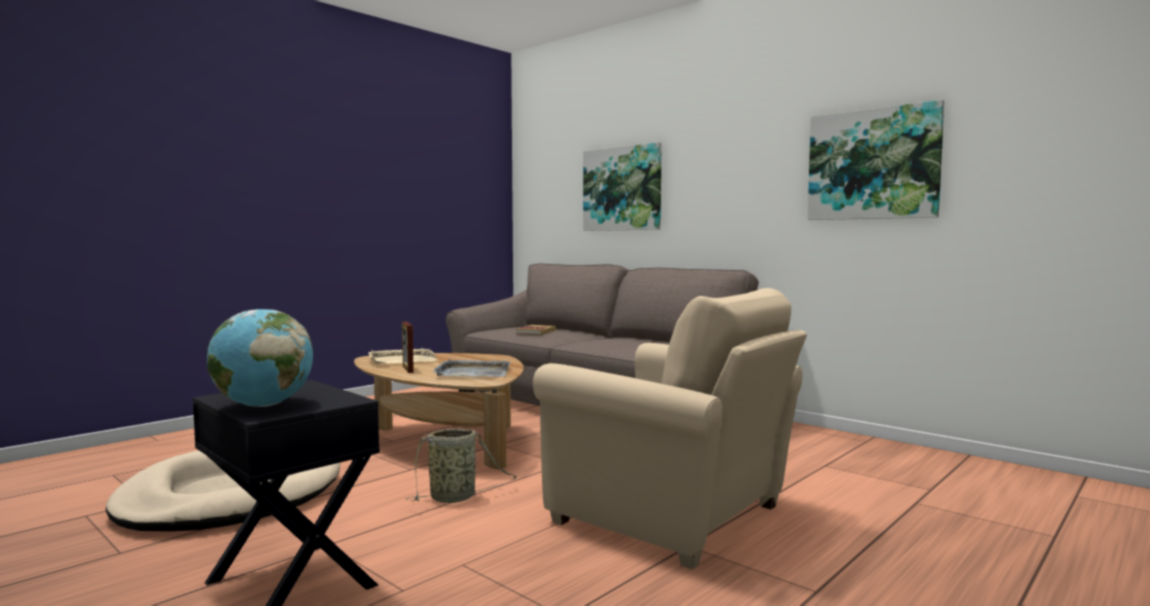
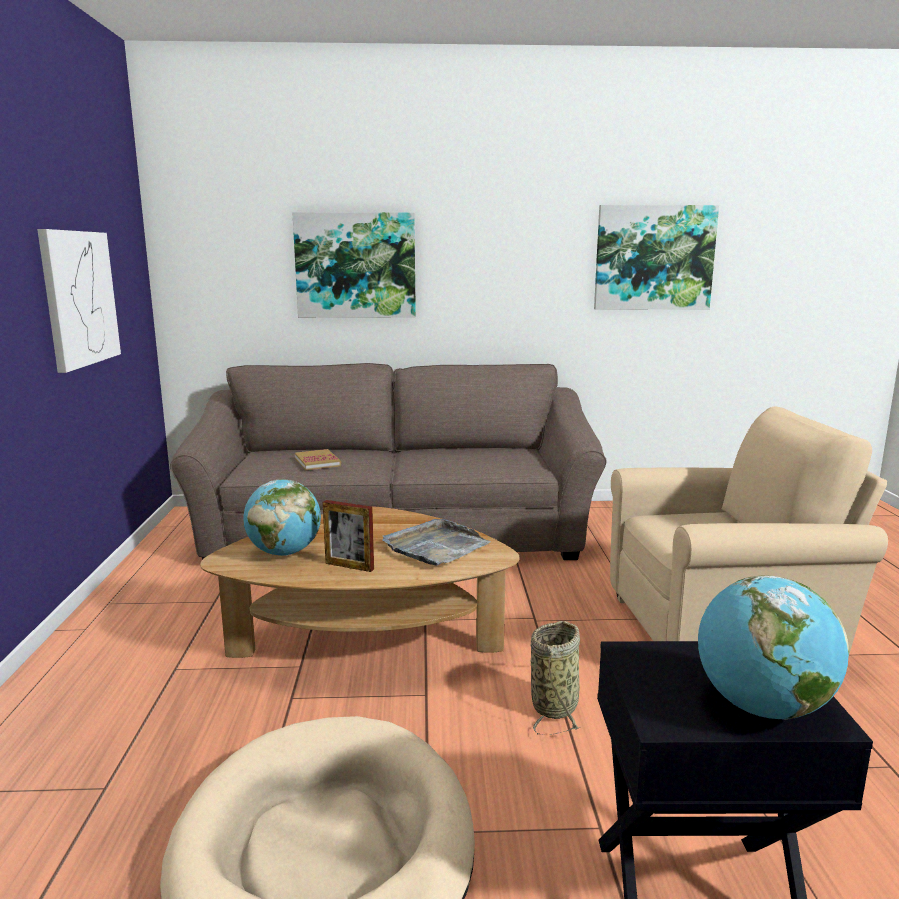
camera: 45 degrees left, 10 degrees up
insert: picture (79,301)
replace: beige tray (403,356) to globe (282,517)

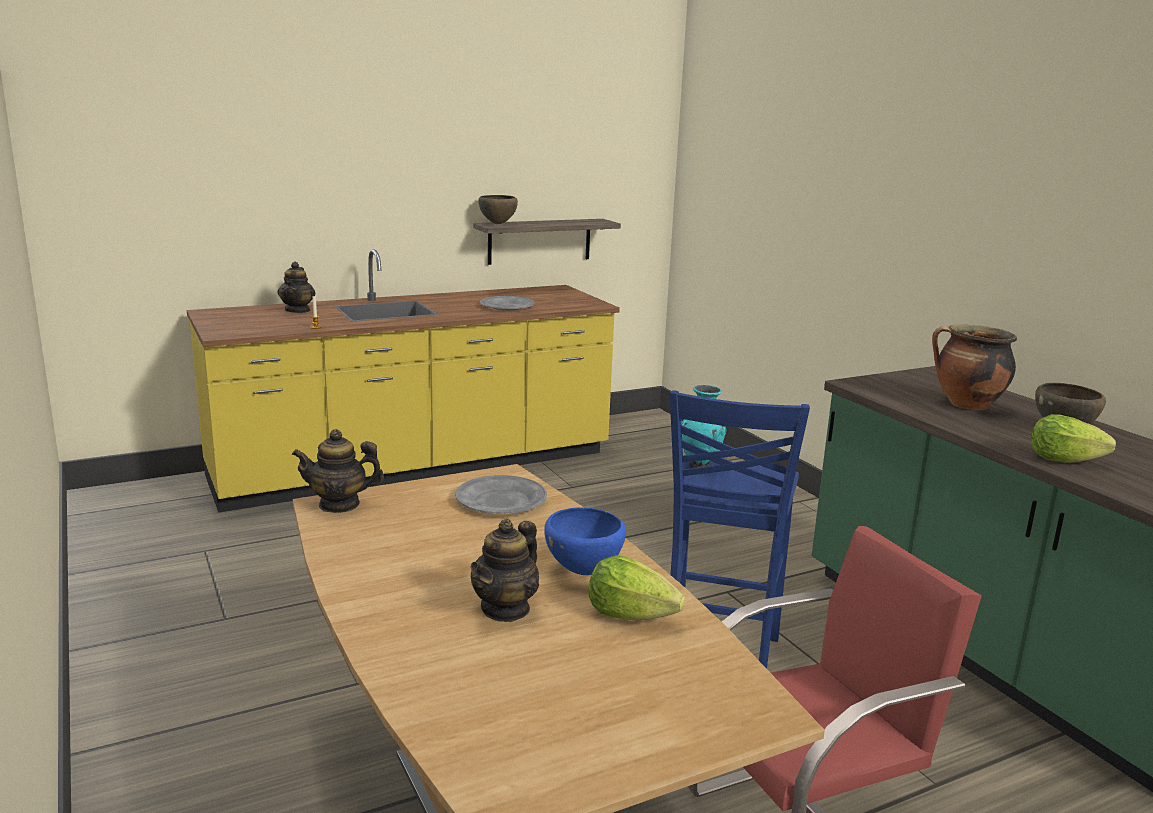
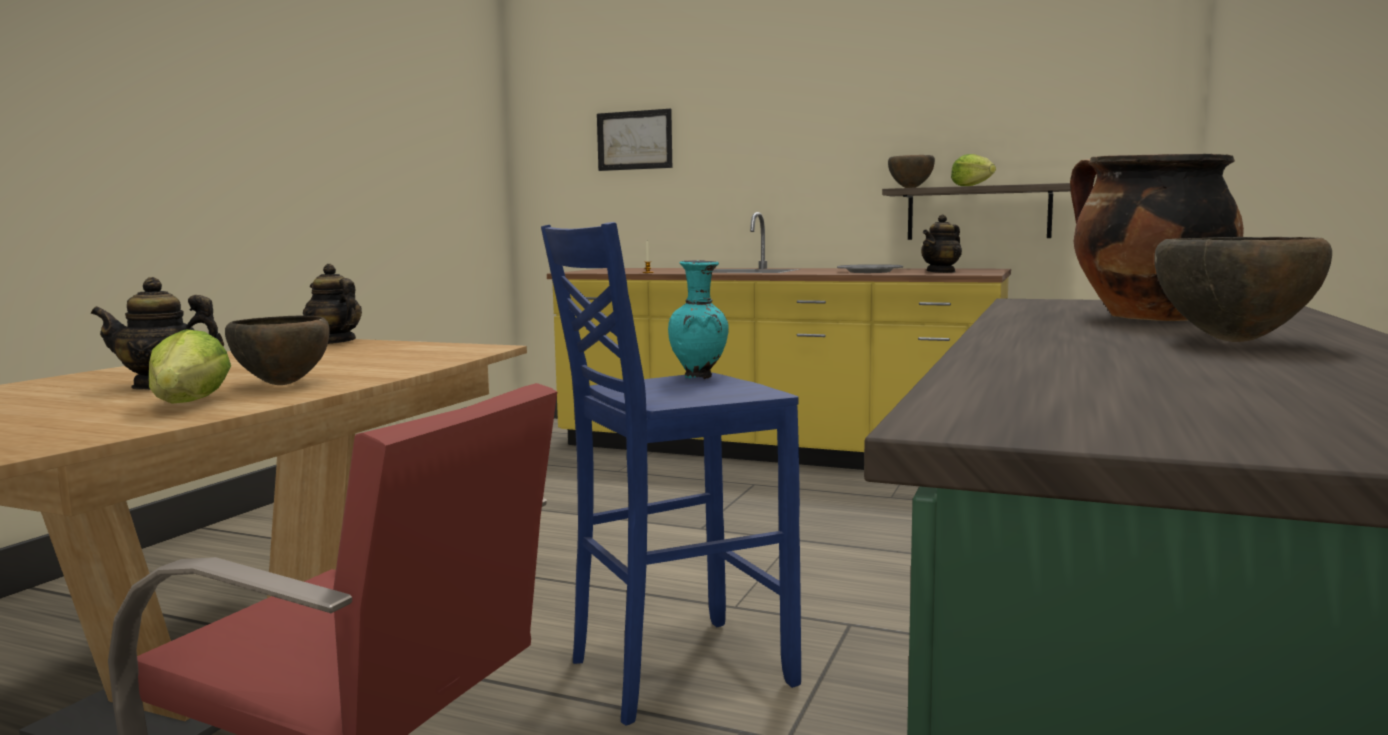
camera: 50 degrees right, 10 degrees down
delete: grey plate (501,494)
insert: picture (634,140)
move: teapot (296,287) to (941,243); lettuce (1074,438) to (973,170)
recolor: blue bowl (585,541) to brown bowl (277,350)

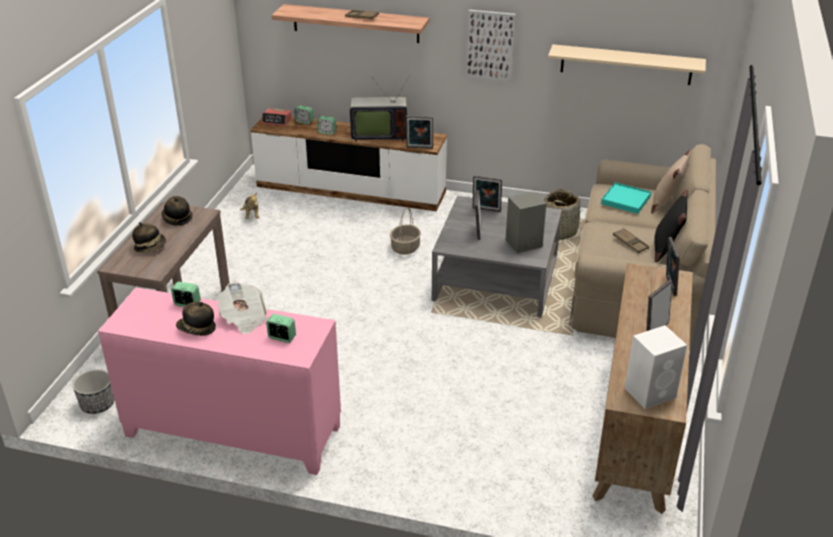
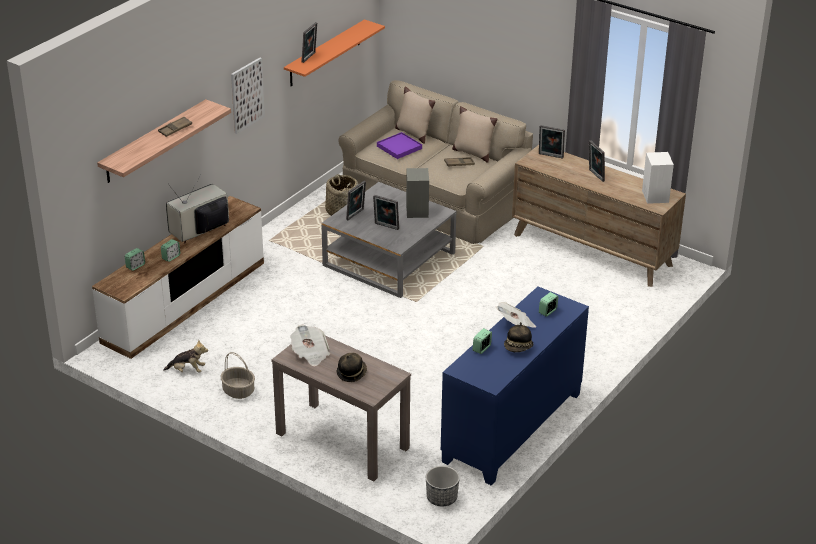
camera: 70 degrees left, 0 degrees up
delete: alarm clock (276,117)
move: basket (405,231) to (237,375); picture frame (419,132) to (309,42)
replace: hat (177,211) to newspaper (310,345)
recolor: beige shelf (627,64) to orange shelf (334,52); turquoise tray (626,198) to purple tray (399,145); pink cabinet (219,381) to blue cabinet (515,386); black pillow (671,225) to beige pillow (475,134)
rotate: television (380,108) = (197,209) 150 degrees counterclockwise

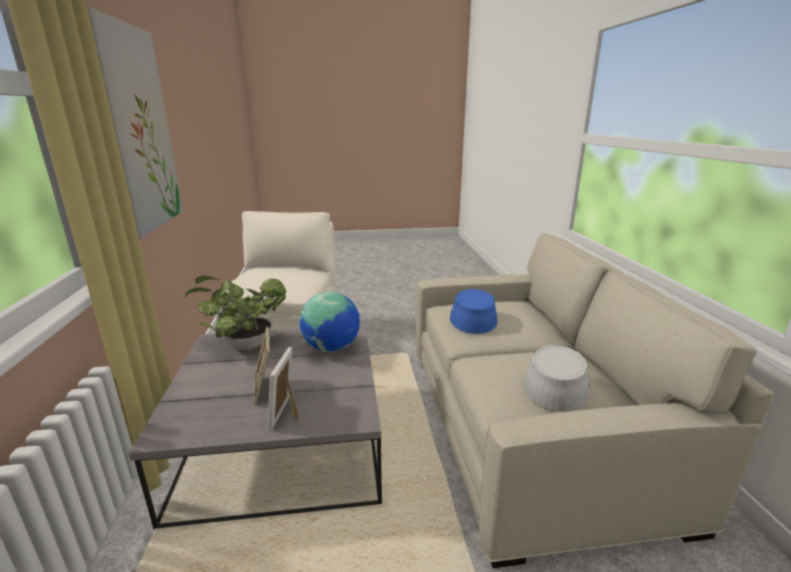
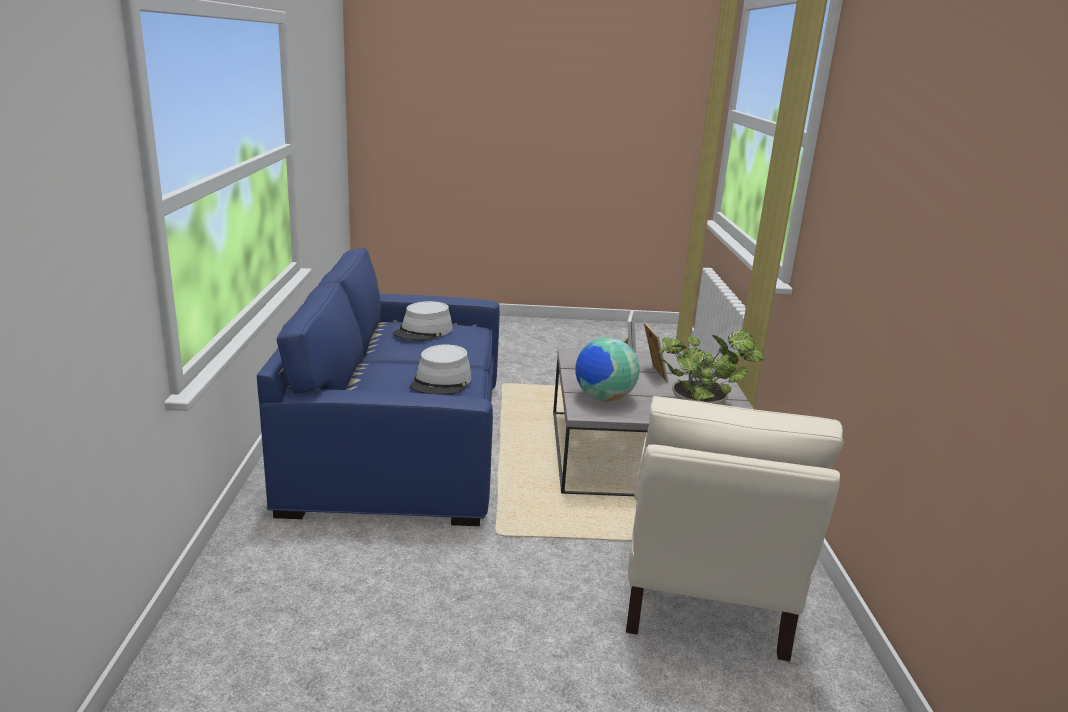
camera: 175 degrees left, 0 degrees up
delete: picture (135,123)
recolor: beige sofa (595,400) to blue sofa (378,387); blue hat (474,311) to grey hat (441,369)

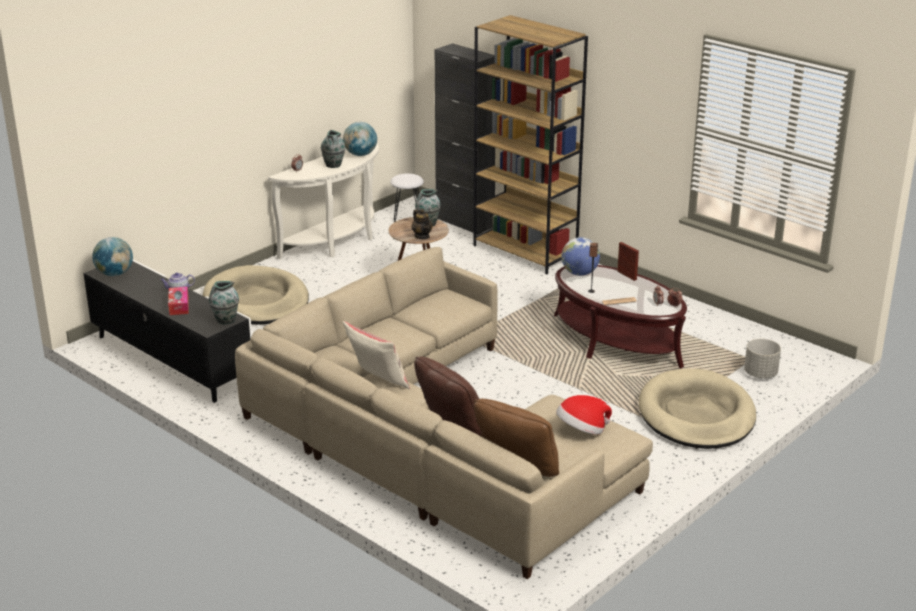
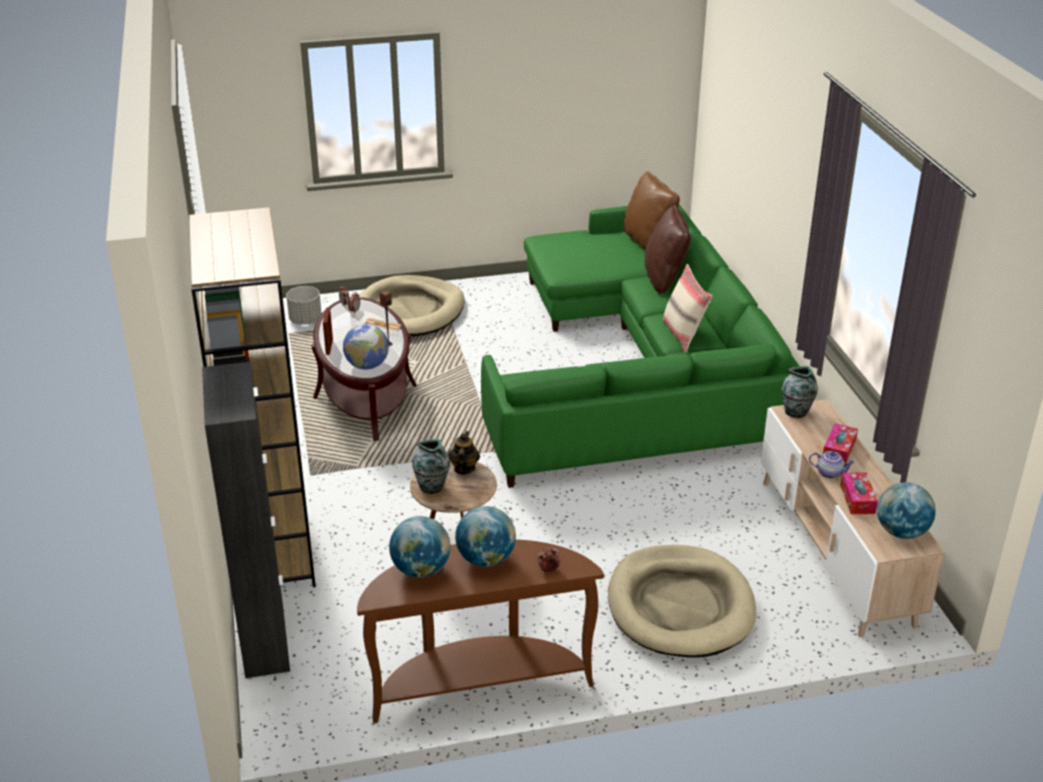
camera: 145 degrees left, 5 degrees up
delete: white stool (407,197); hat (584,414)
insert: tissue box (859,493)
replace: vase (333,149) to globe (485,536)
recolor: white console table (323,201) to brown console table (480,631); beige sofa (444,413) to green sofa (640,346); black tv stand (168,331) to beige tv stand (853,518)

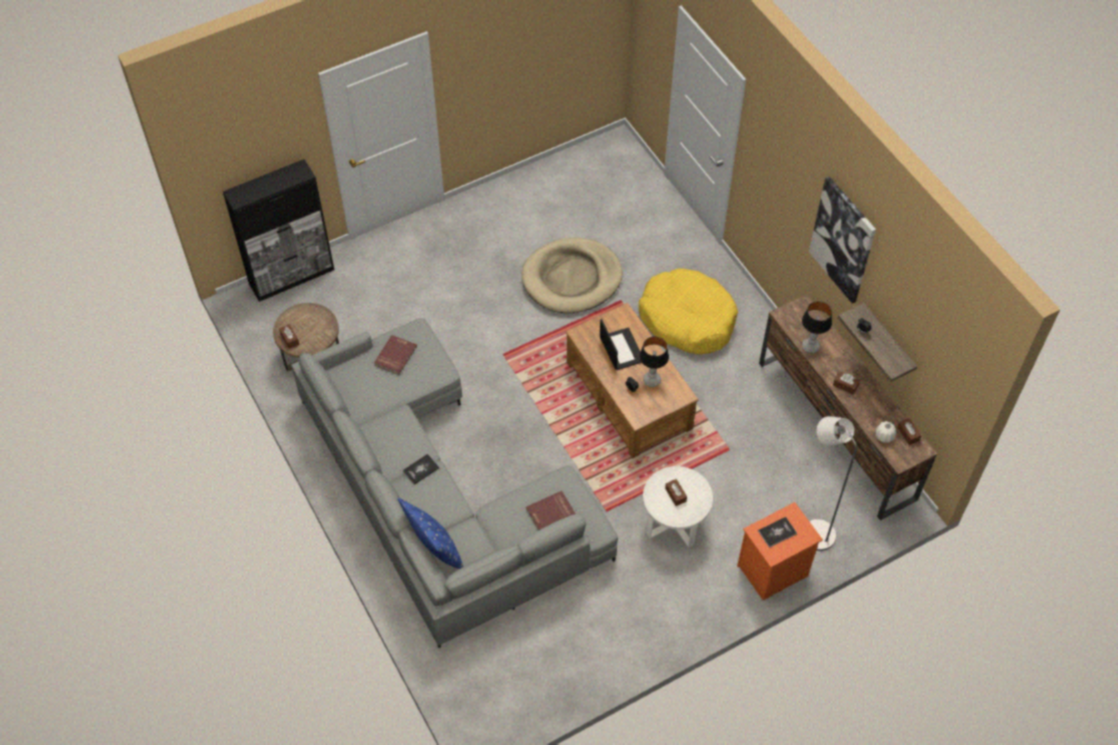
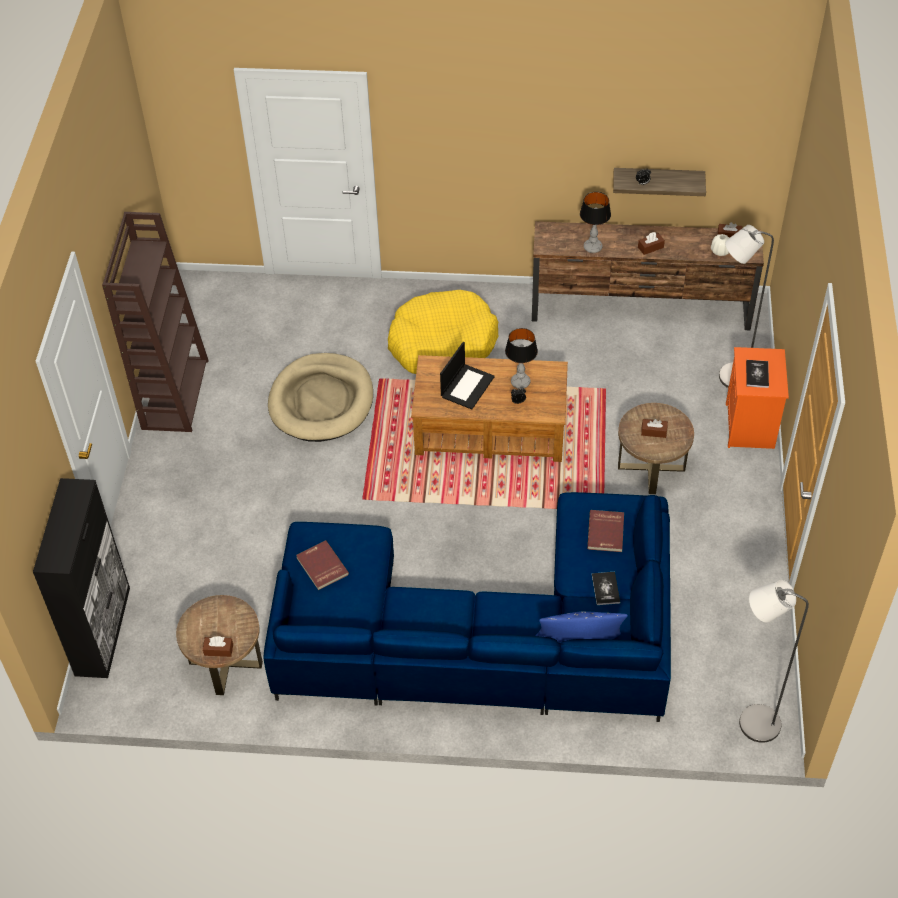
camera: 55 degrees left, 5 degrees down
delete: picture (842,240)
insert: brown bookcase (155,322); grey floor lamp (774,661)
move: book (420,469) to (606,588)
recolor: grey sofa (454,483) to blue sofa (467,607); white side table (678,507) to brown side table (656,448)
rotate: laptop (621,344) = (467,375) 105 degrees clockwise

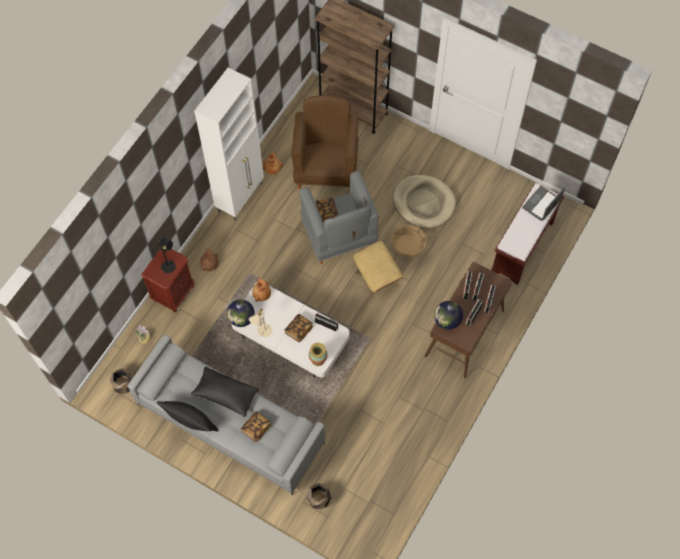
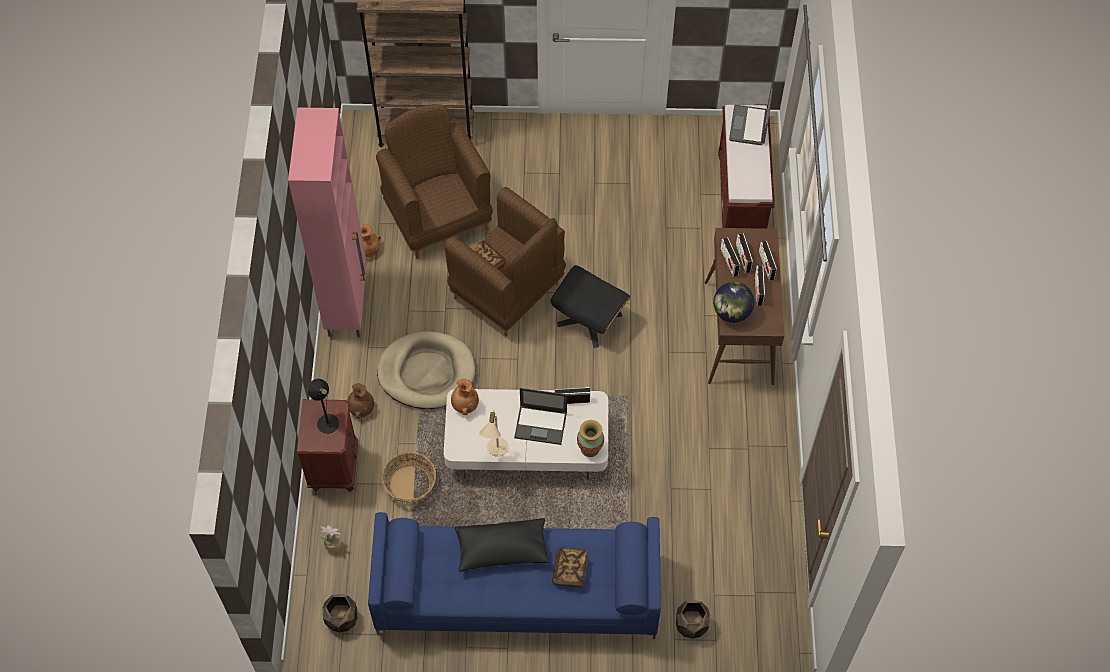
camera: 30 degrees left, 5 degrees down
delete: black pillow (187,416); globe (241,313)
move: beige dog bed (424,201) to (426,370); basket (409,241) to (409,477)
replace: book (298,328) to laptop (540,416)
recolor: white cabinet (229,144) to pink cabinet (327,222); grey sofa (226,415) to blue sofa (514,575); grey armchair (339,217) to brown armchair (505,261); beige ottoman (378,270) to black ottoman (590,306)

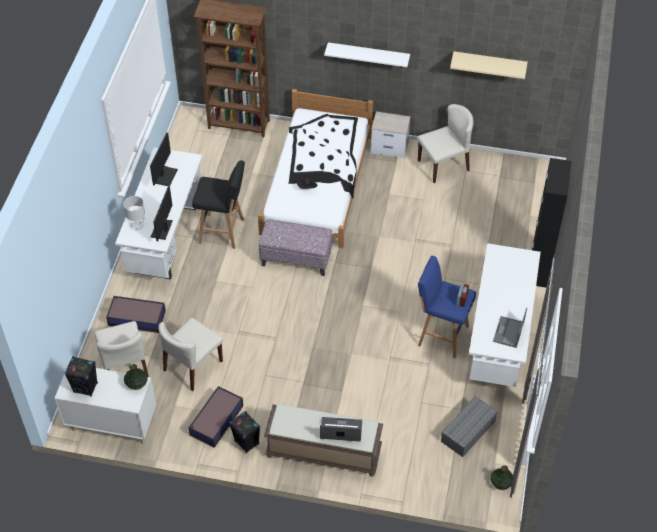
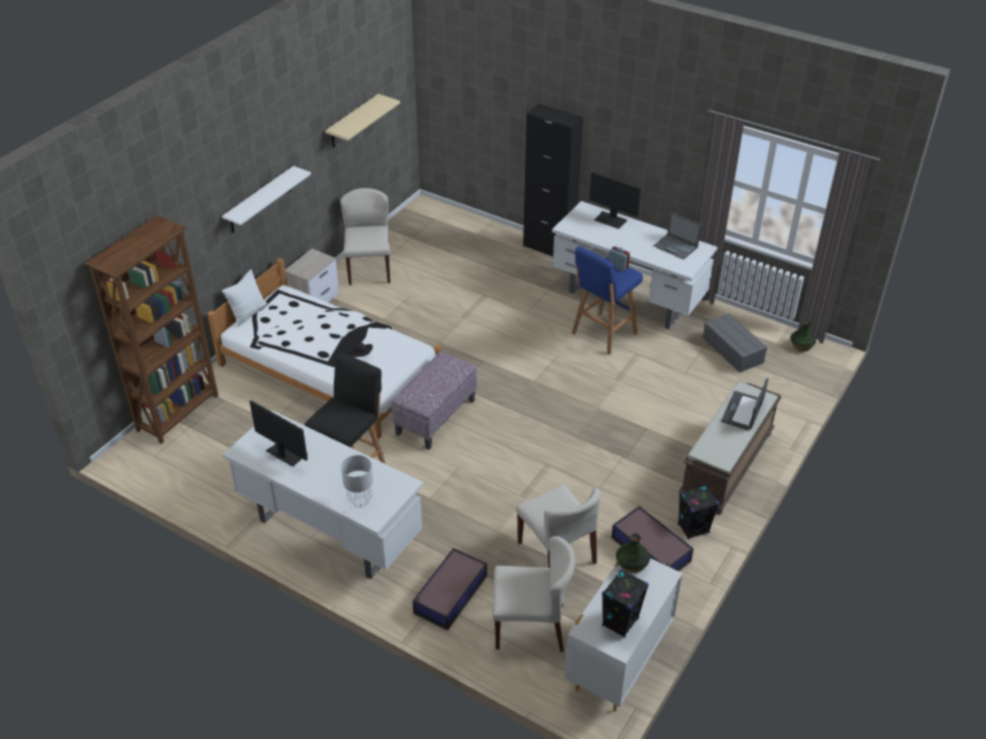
camera: 70 degrees left, 10 degrees down
insert: white pillow (244,298)
move: monitor (162,213) to (615,200)

